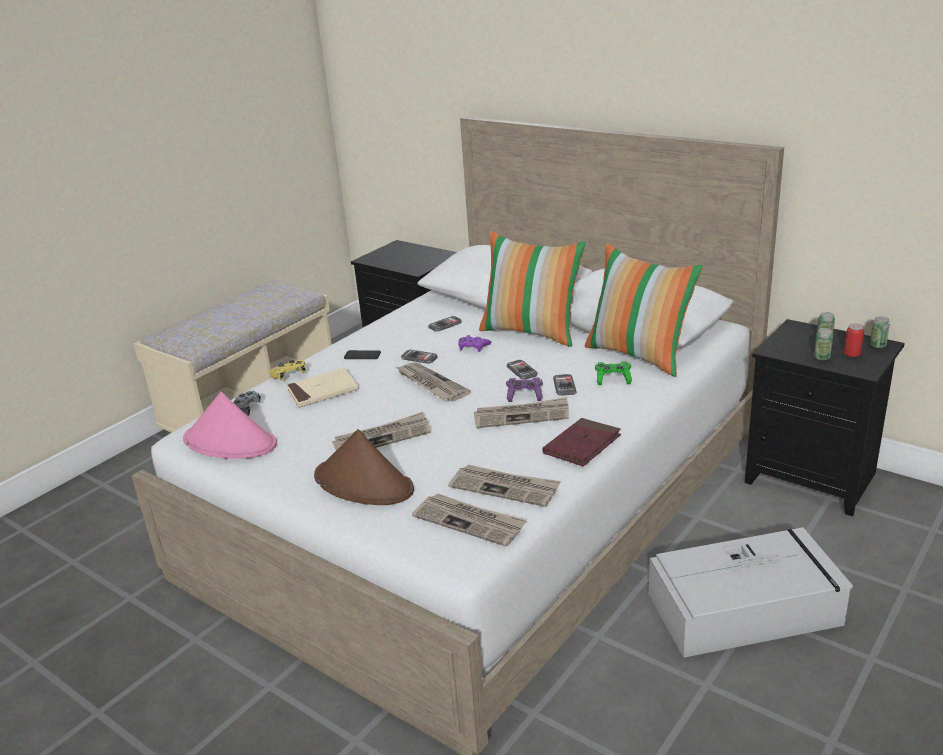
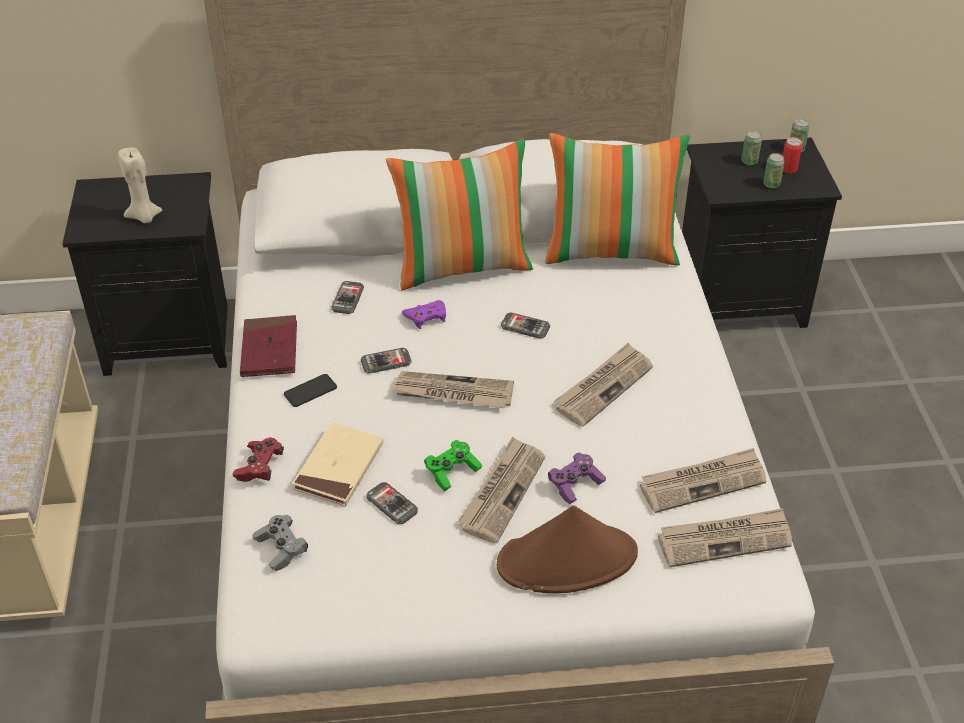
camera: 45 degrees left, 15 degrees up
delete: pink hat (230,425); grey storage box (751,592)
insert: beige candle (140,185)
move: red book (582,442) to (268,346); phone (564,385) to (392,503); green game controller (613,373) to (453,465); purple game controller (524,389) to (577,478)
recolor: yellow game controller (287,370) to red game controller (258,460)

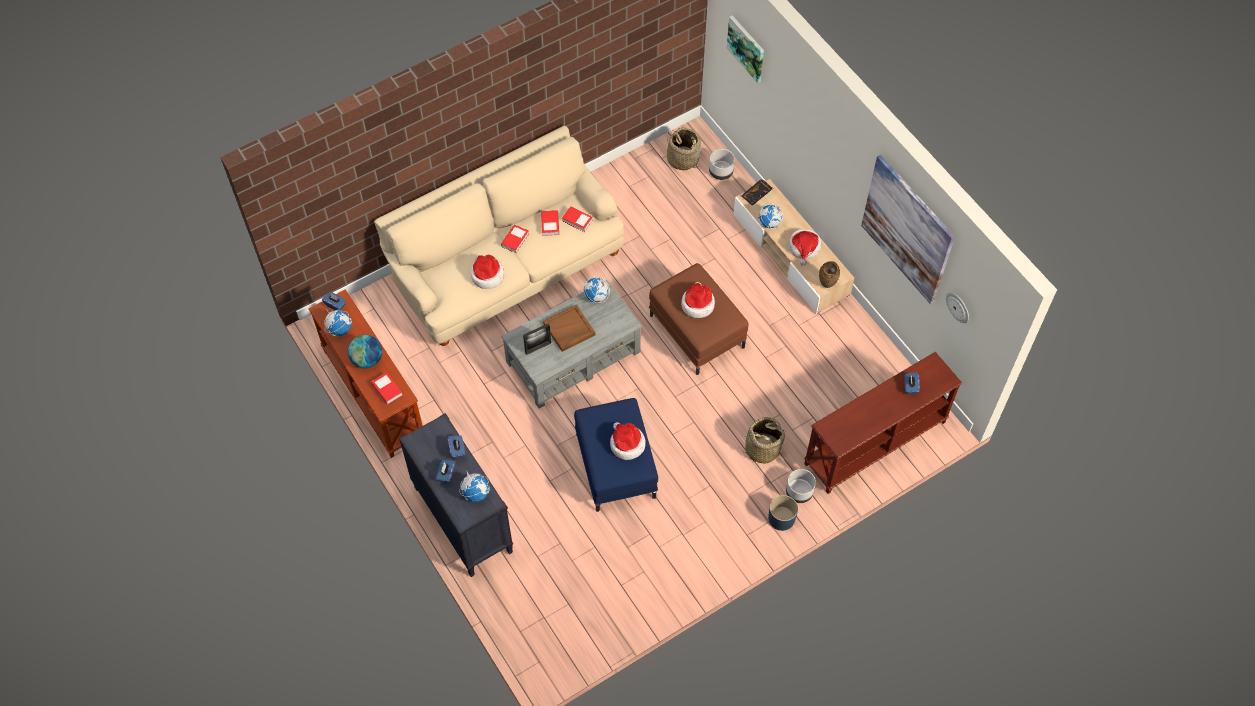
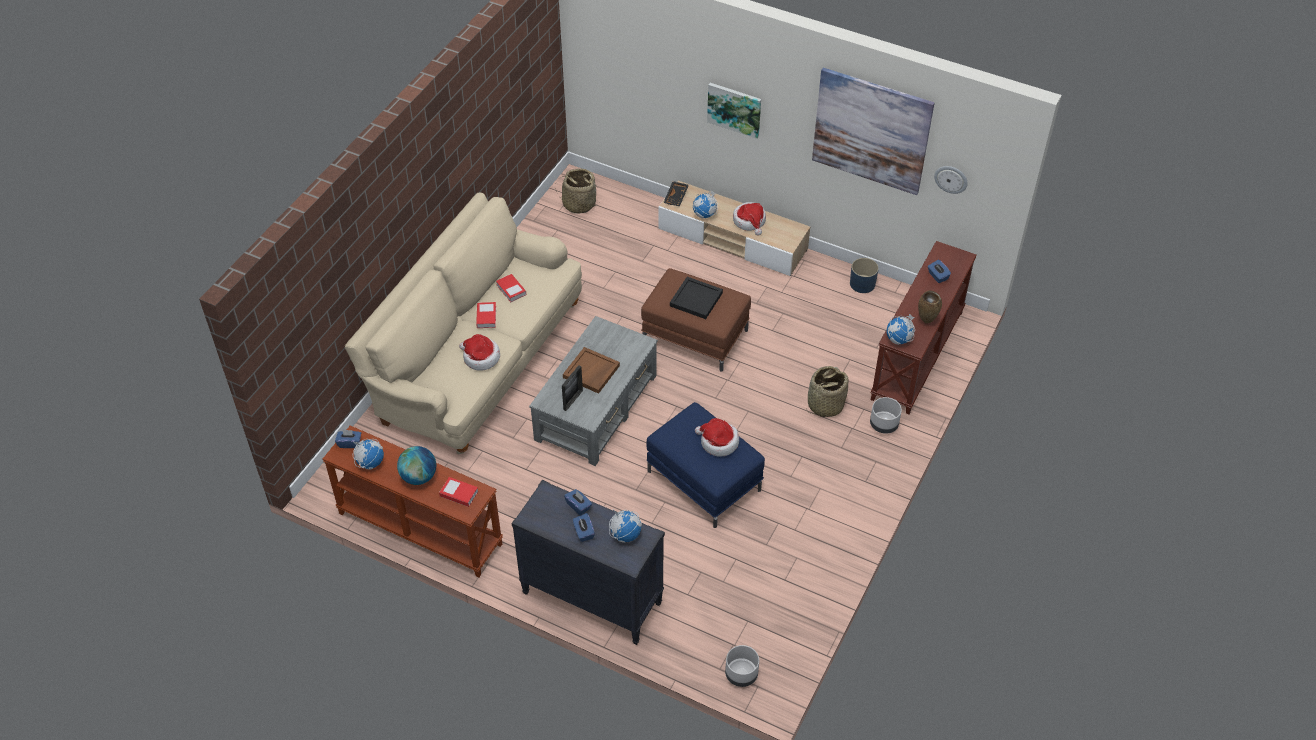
camera: 30 degrees left, 10 degrees down
delete: book (577,219)
move: picture (745,49) to (734,111); grey planter (722,164) to (742,666); blue planter (783,513) to (864,275); globe (596,289) to (900,329); brown vase (829,274) to (930,307)
replace: hat (698,300) to black tray (696,298)

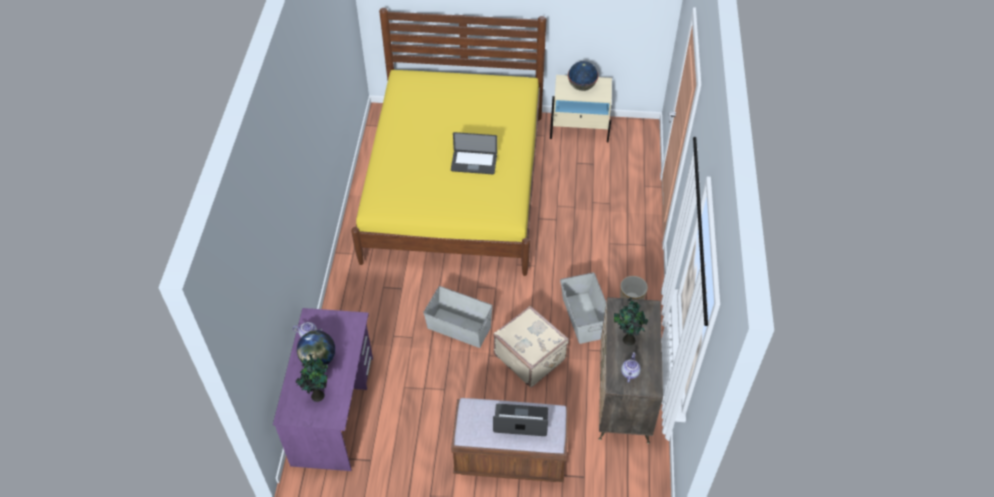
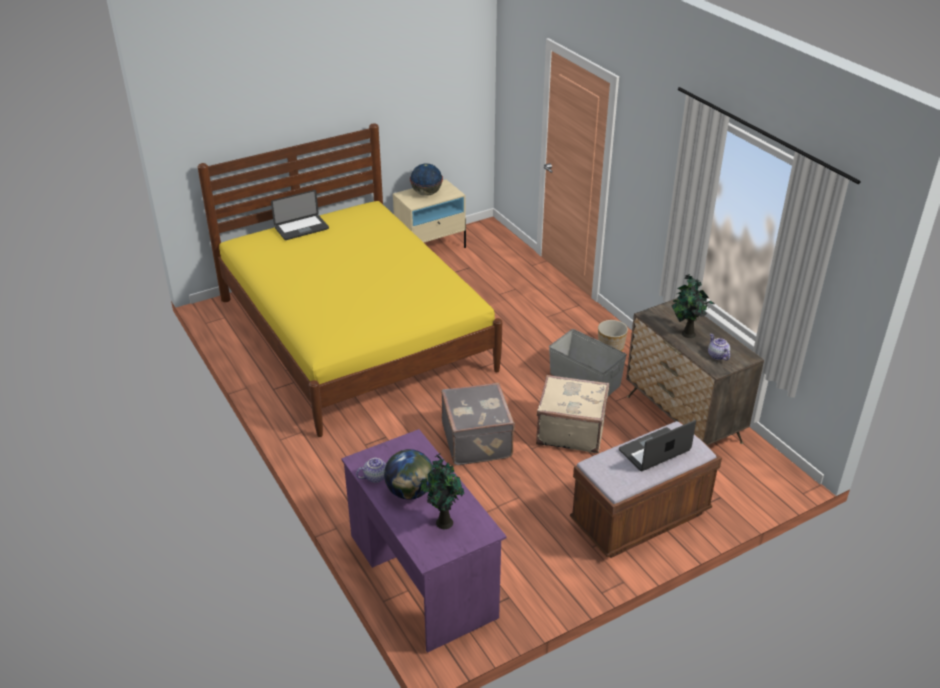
camera: 35 degrees left, 15 degrees down
move: laptop (474,153) to (300,215)
replace: grey storage box (458,317) to grey suitcase (478,424)

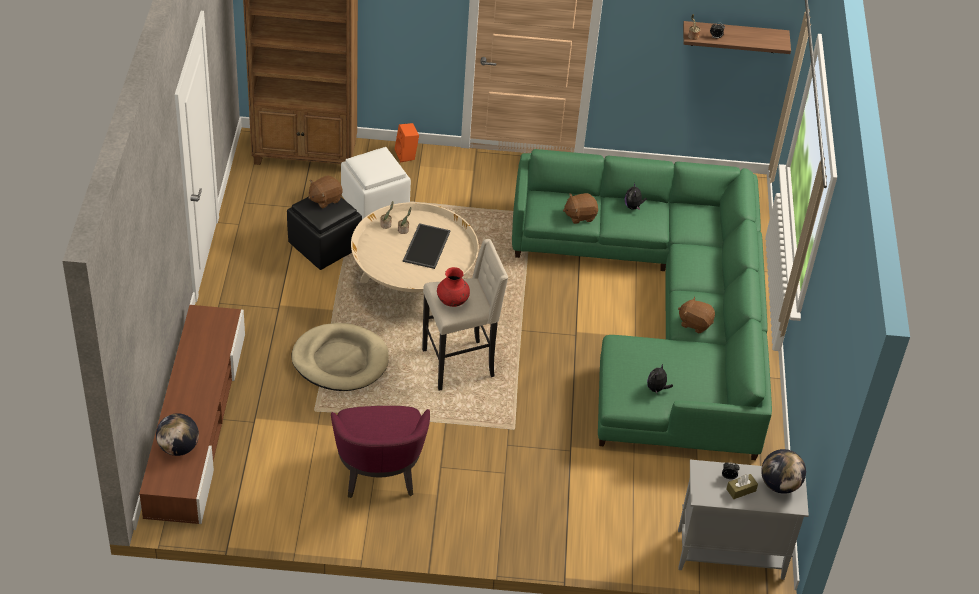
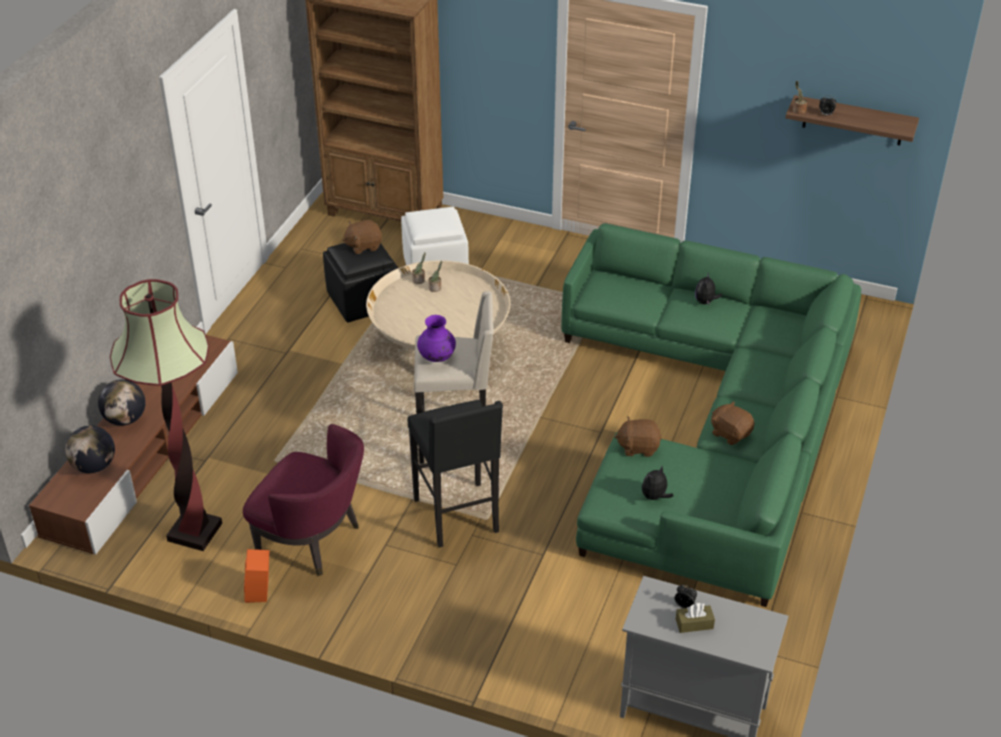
camera: 20 degrees right, 5 degrees down
delete: beige dog bed (340,357); tray (427,246)
insert: floor lamp (166,415); black stool (455,474)
move: globe (783,471) to (122,402); orange speaker (407,143) to (256,576); brown plush toy (580,208) to (638,436)
recolor: red vase (453,287) to purple vase (436,338)
rotate: purple armchair (380,452) = (303,500) 75 degrees counterclockwise

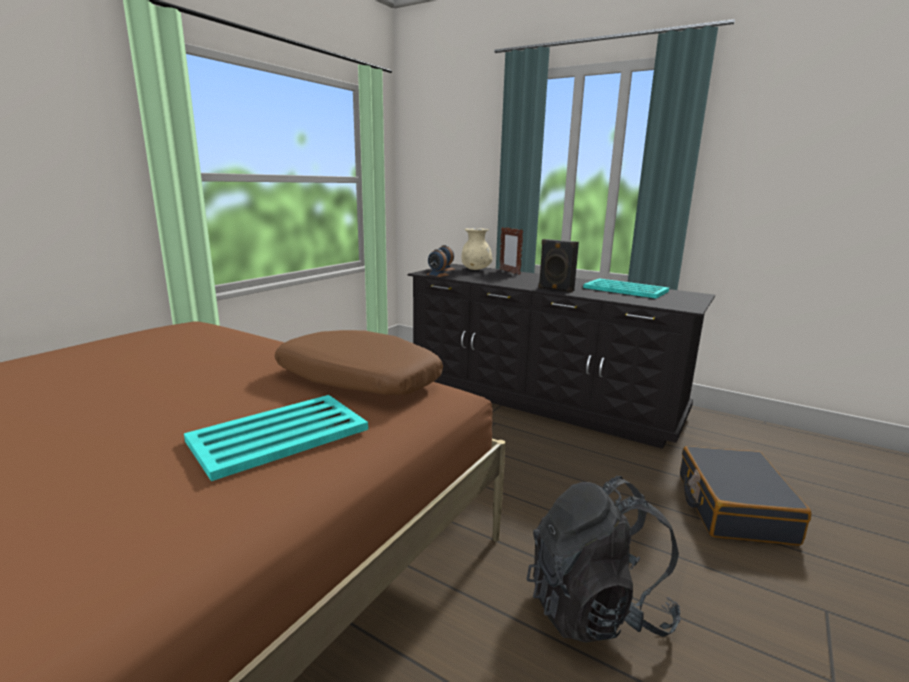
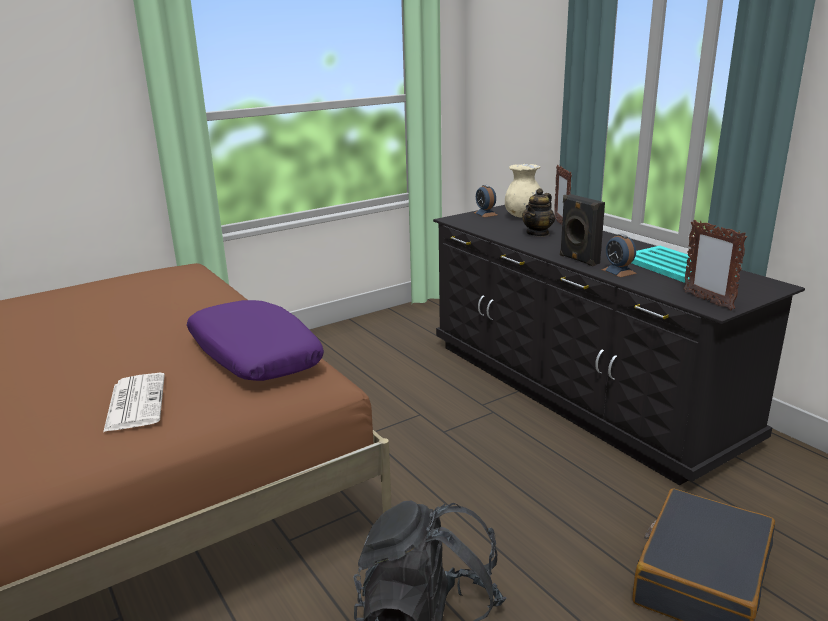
camera: 25 degrees right, 5 degrees up
insert: teapot (538,212); picture frame (715,265)
move: alarm clock (437,263) to (619,256)
replace: turquoise tray (276,438) to newspaper (134,402)
recolor: brown pillow (358,362) to purple pillow (255,340)

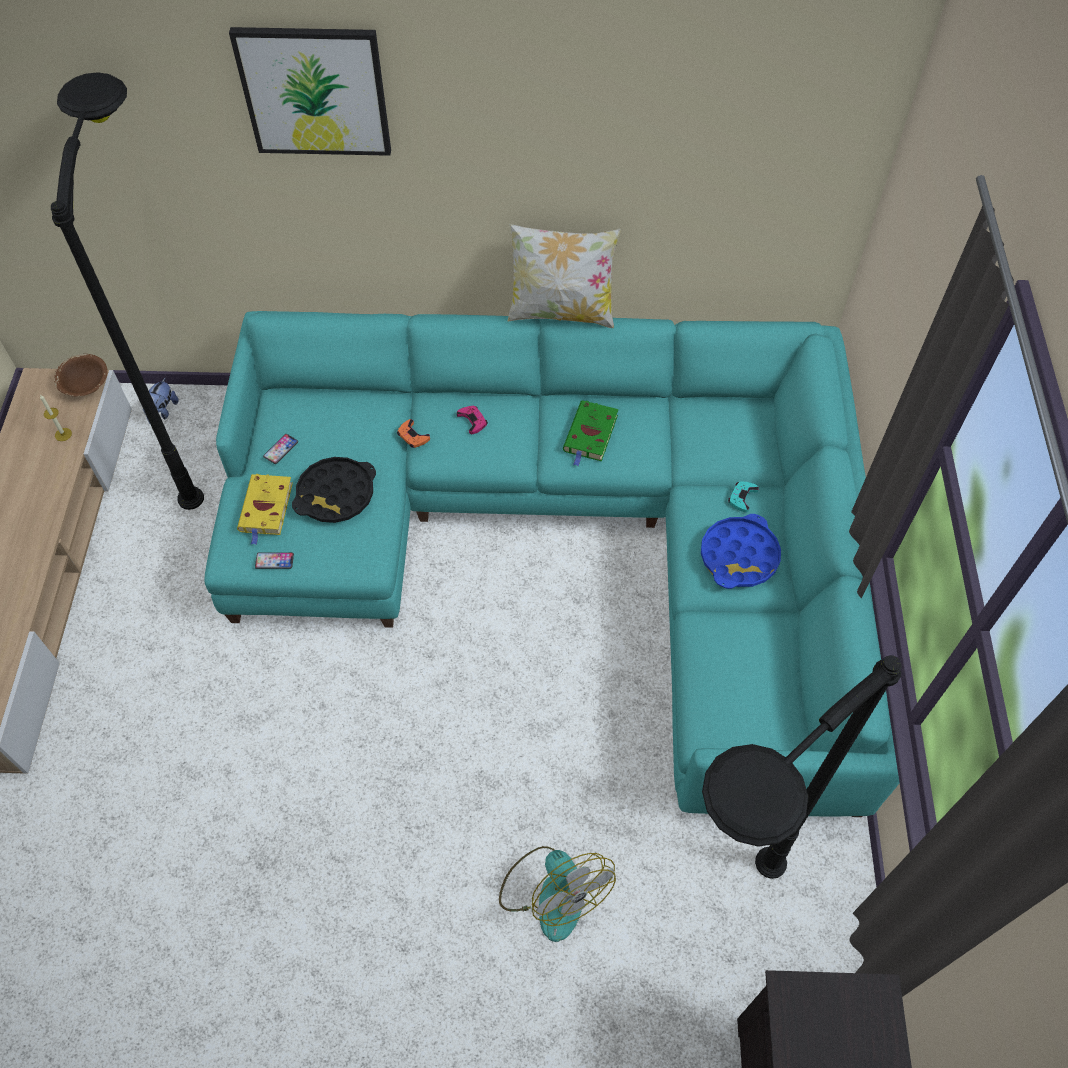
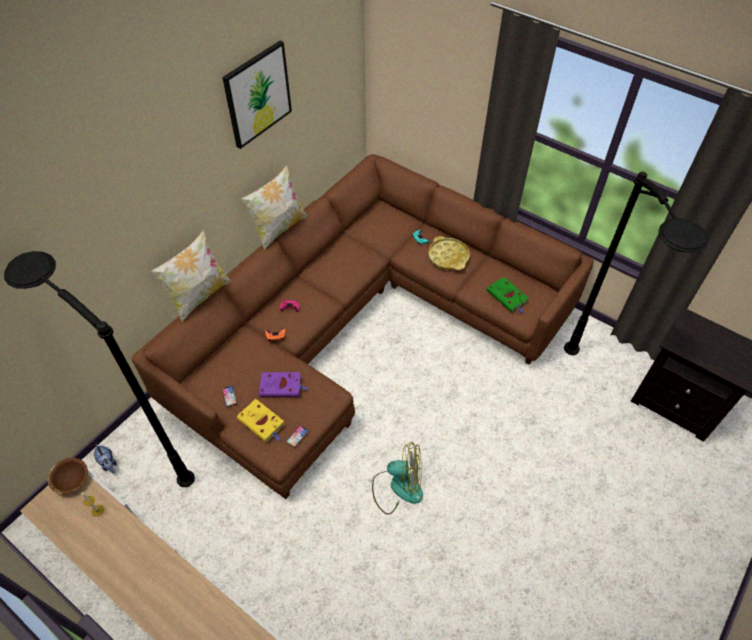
camera: 55 degrees left, 5 degrees down
insert: pillow (191,276)
move: picture (310,91) to (257,95); fan (557,894) to (397,478); green book (591,433) to (508,295)
replace: black tray (334,490) to purple book (283,384)
recolor: turquoise sofa (552,564) to brown sofa (362,326); blue tray (741,551) to yellow tray (449,253)

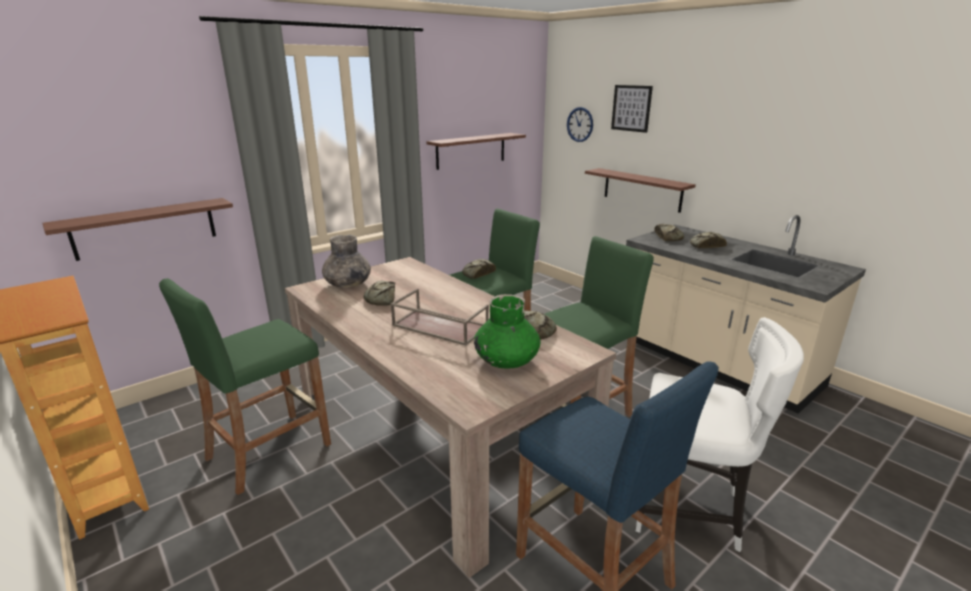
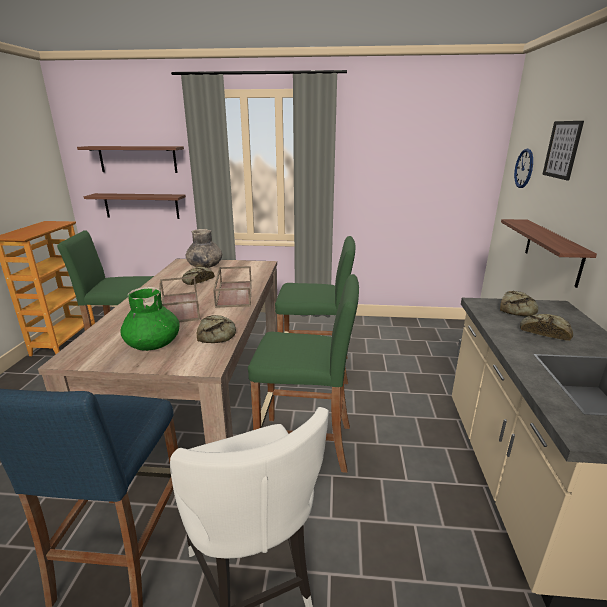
camera: 45 degrees right, 0 degrees up
delete: bread (479,269)
insert: brown tray (232,287)
move: shelf (476,151) to (130,159)

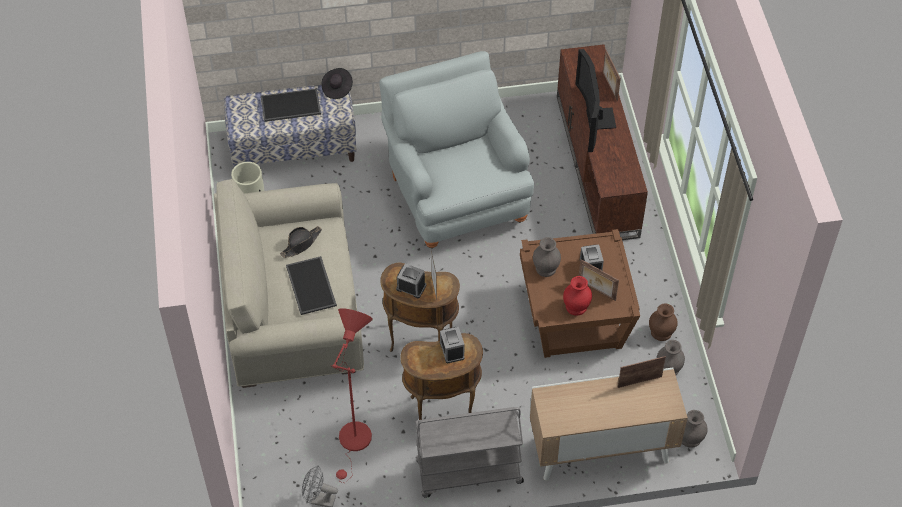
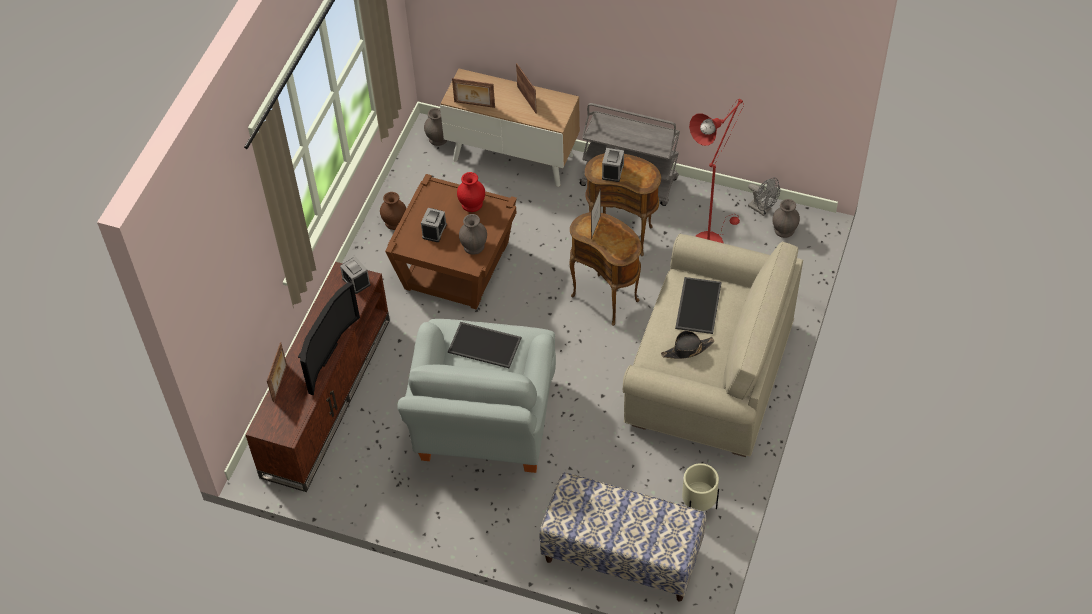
camera: 150 degrees left, 0 degrees up
delete: black hat (337,83)
move: alarm clock (411,281) to (355,275); tray (291,105) to (484,345); picture frame (599,280) to (526,88); grey vase (671,357) to (786,218)

